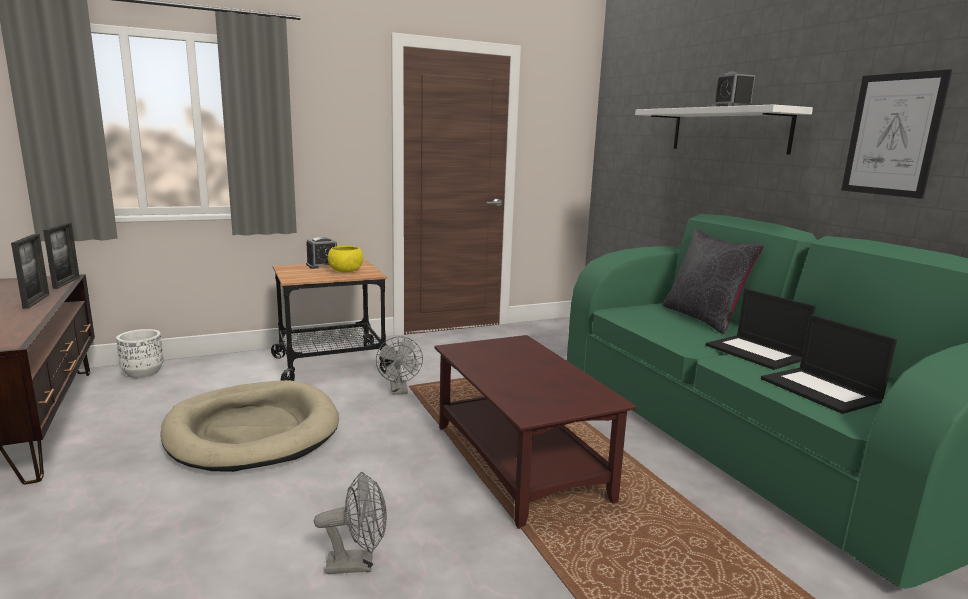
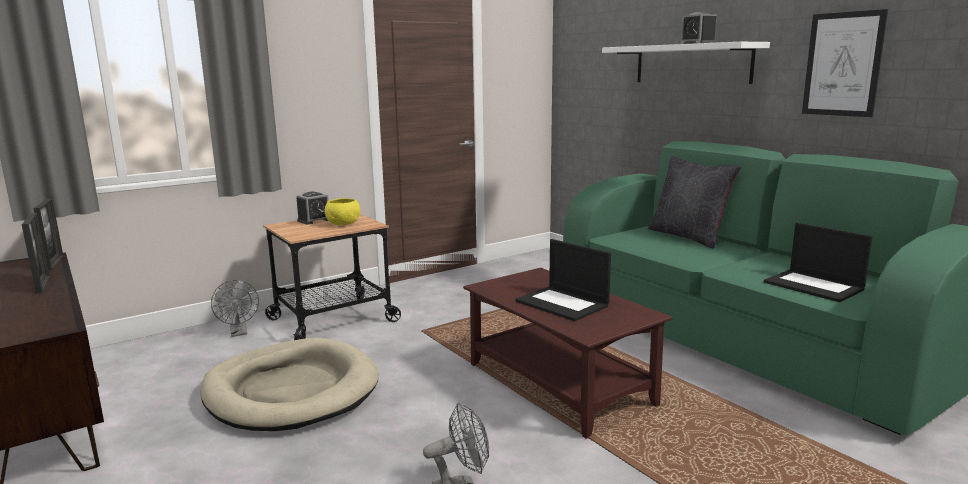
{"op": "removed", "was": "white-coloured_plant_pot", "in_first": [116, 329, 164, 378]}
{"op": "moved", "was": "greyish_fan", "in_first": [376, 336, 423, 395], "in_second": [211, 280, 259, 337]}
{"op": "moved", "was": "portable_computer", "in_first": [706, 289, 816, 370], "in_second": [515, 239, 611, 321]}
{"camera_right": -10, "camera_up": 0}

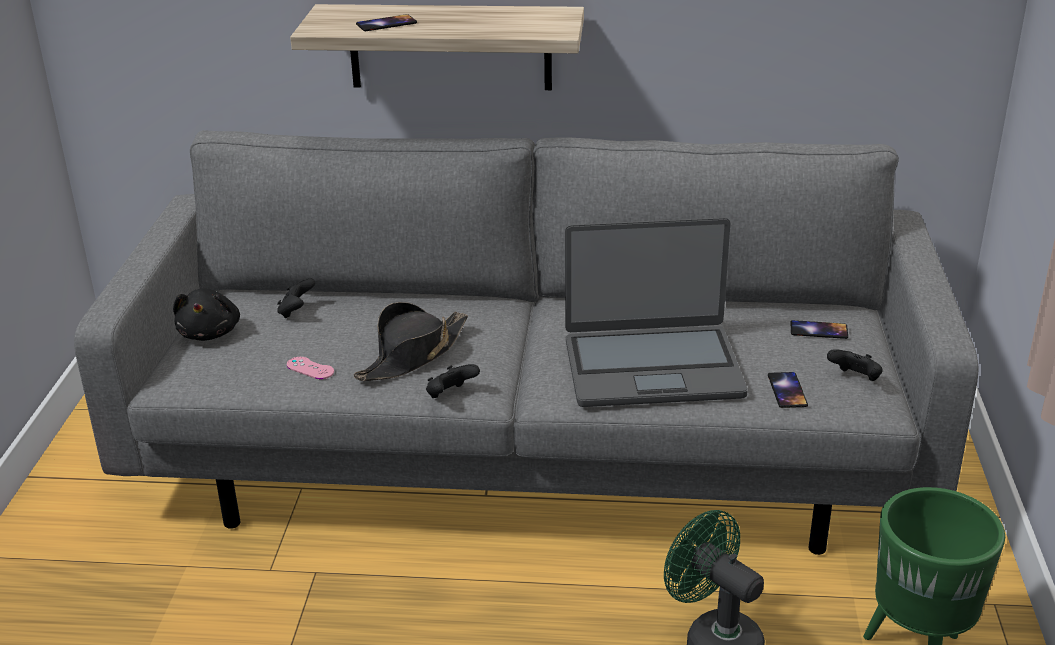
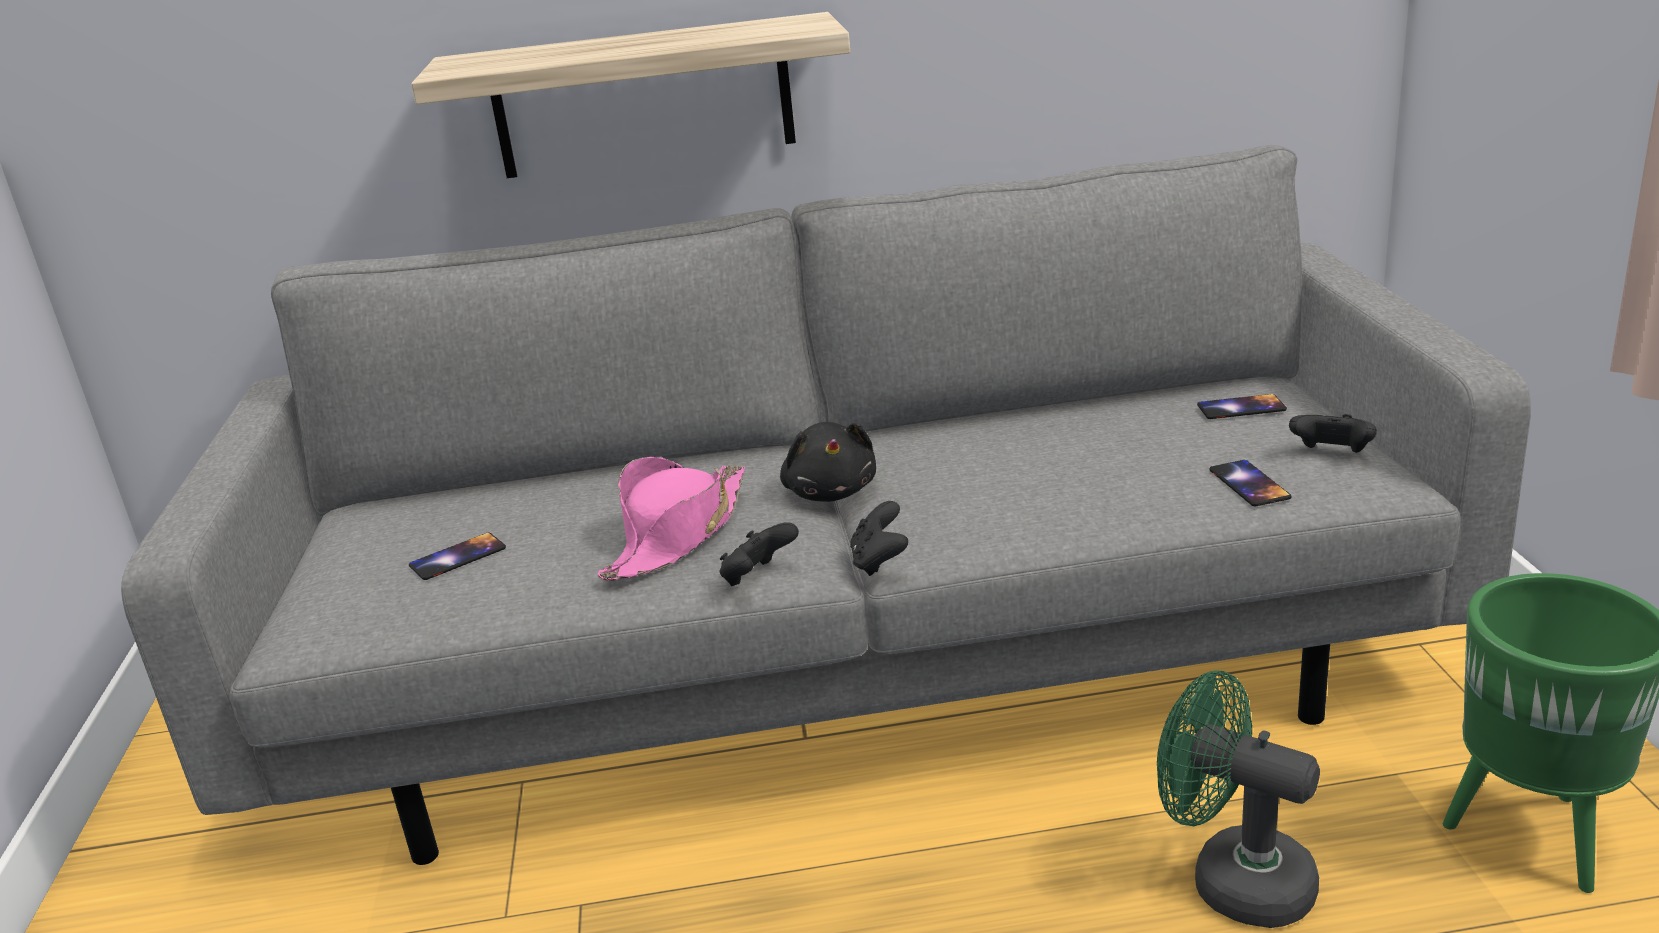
{"op": "removed", "was": "pink-coloured_game_controller", "in_first": [287, 357, 334, 379]}
{"op": "removed", "was": "portable_computer", "in_first": [565, 218, 748, 407]}
{"op": "moved", "was": "black-coloured_plush_toy", "in_first": [173, 288, 240, 341], "in_second": [780, 422, 876, 502]}
{"op": "moved", "was": "black-coloured_game_controller", "in_first": [277, 278, 315, 318], "in_second": [850, 501, 908, 576]}
{"op": "moved", "was": "handset", "in_first": [356, 14, 417, 31], "in_second": [409, 533, 506, 580]}
{"op": "recoloured", "was": "black-coloured_clothing_hat", "now": "pink-coloured_clothing_hat", "in_first": [354, 302, 468, 381], "in_second": [597, 457, 745, 581]}
{"camera_right": -10, "camera_up": -5}

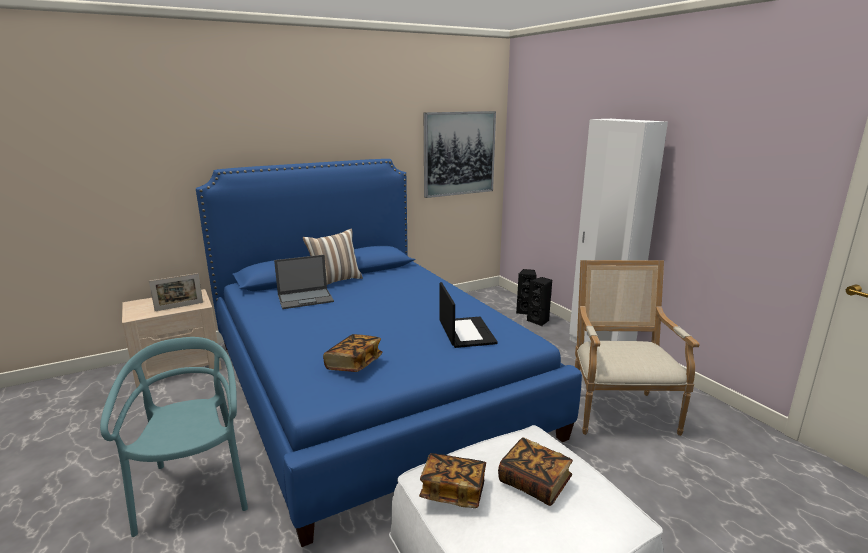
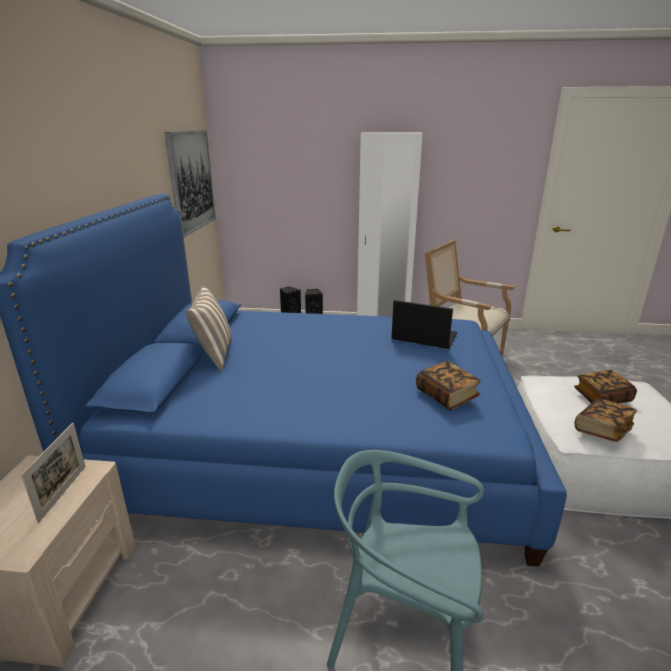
{"op": "removed", "was": "portable_computer", "in_first": [274, 255, 334, 309]}
{"camera_right": -55, "camera_up": 5}

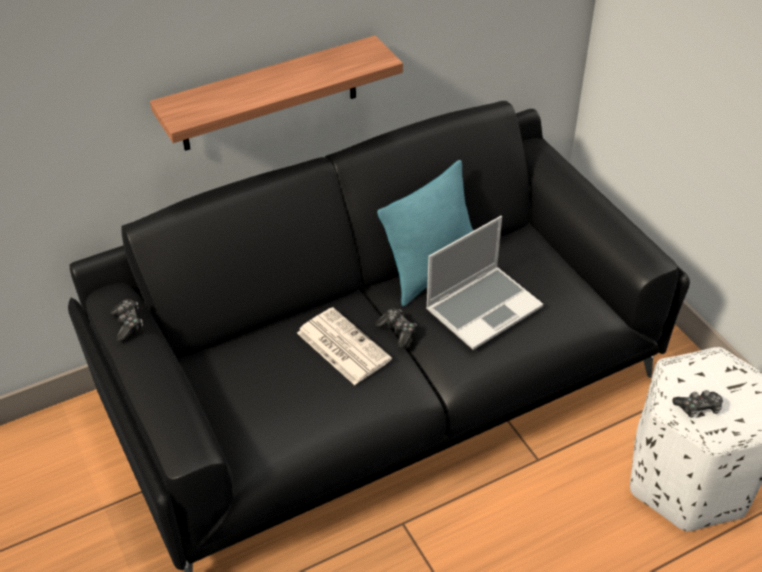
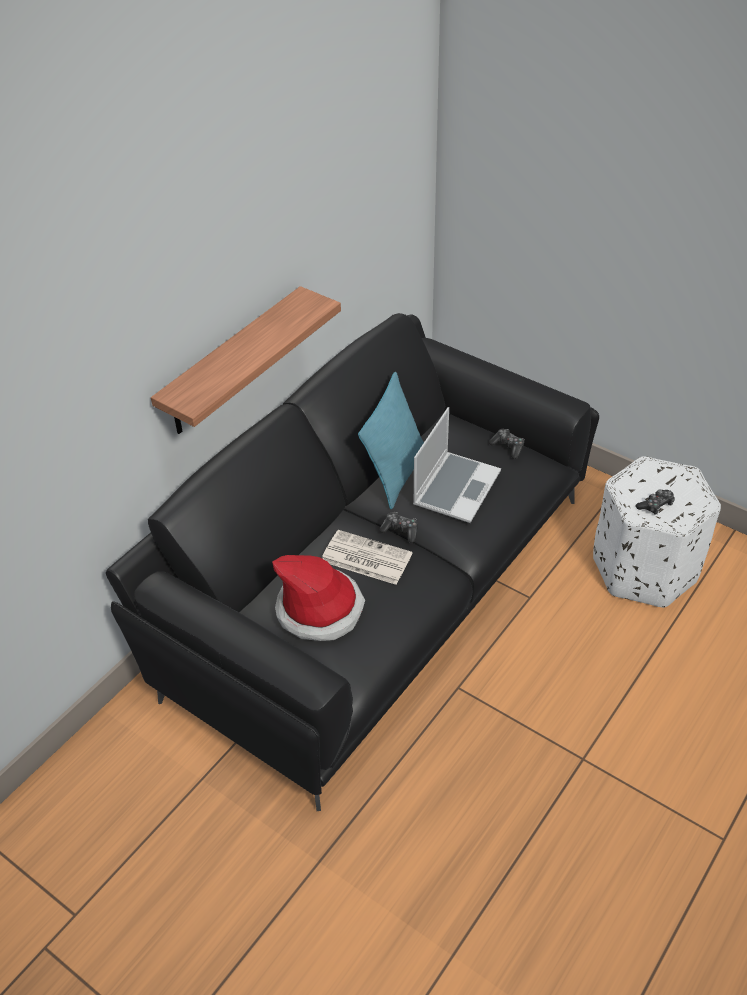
{"op": "added", "now": "clothing_hat", "in_second": [272, 555, 365, 641]}
{"op": "moved", "was": "game_controller", "in_first": [110, 299, 143, 342], "in_second": [489, 429, 525, 459]}
{"camera_right": -25, "camera_up": 0}

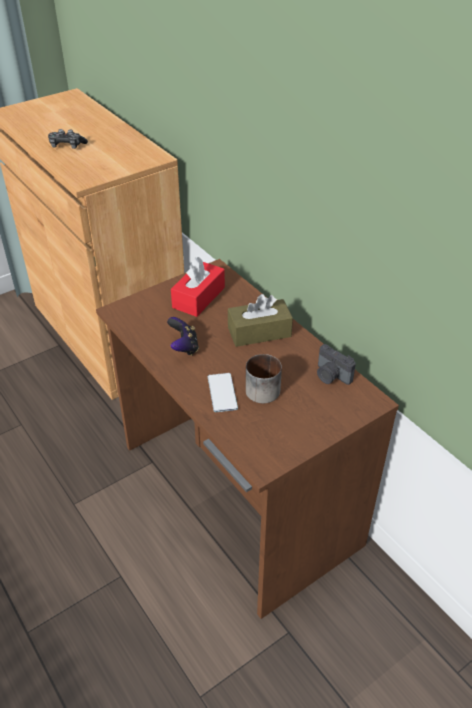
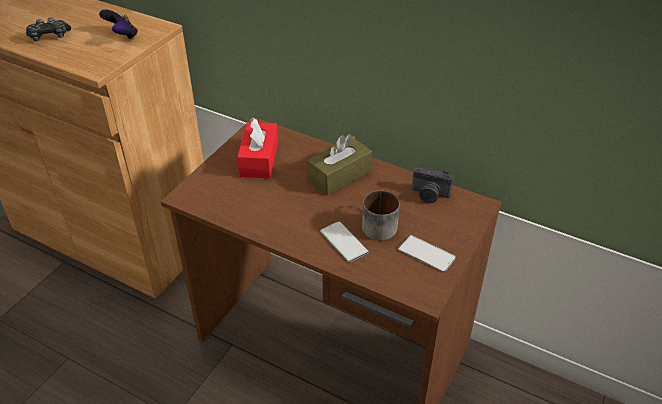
{"op": "added", "now": "handset", "in_second": [398, 235, 456, 272]}
{"op": "moved", "was": "game_controller", "in_first": [167, 317, 199, 356], "in_second": [99, 9, 138, 40]}
{"camera_right": -25, "camera_up": 0}

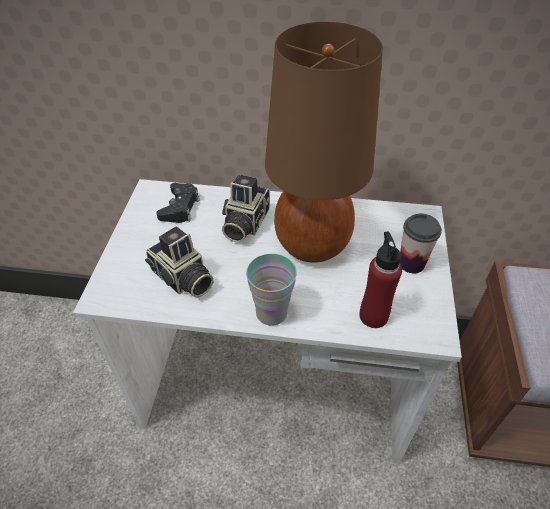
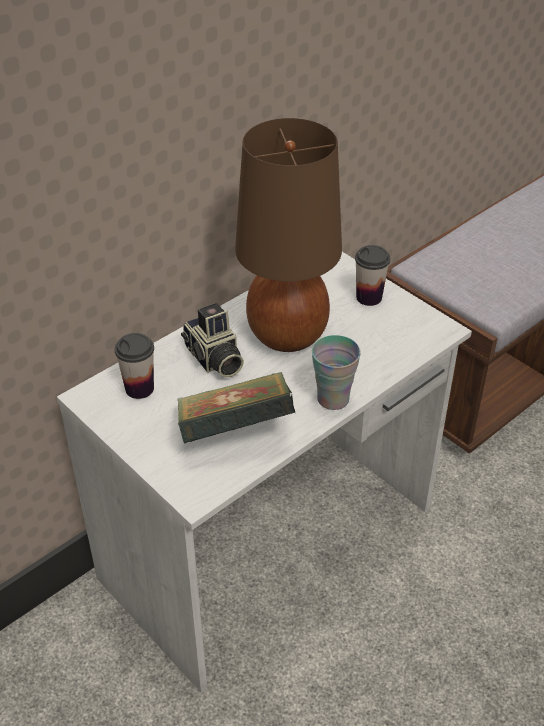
{"op": "removed", "was": "reddish_drink_bottle", "in_first": [359, 231, 402, 328]}
{"op": "replaced", "was": "photo_camera", "now": "book", "in_first": [145, 227, 214, 298], "in_second": [178, 372, 295, 444]}
{"op": "replaced", "was": "black-coloured_game_controller", "now": "drinking_cup", "in_first": [156, 183, 200, 223], "in_second": [115, 333, 154, 399]}
{"camera_right": -50, "camera_up": -5}

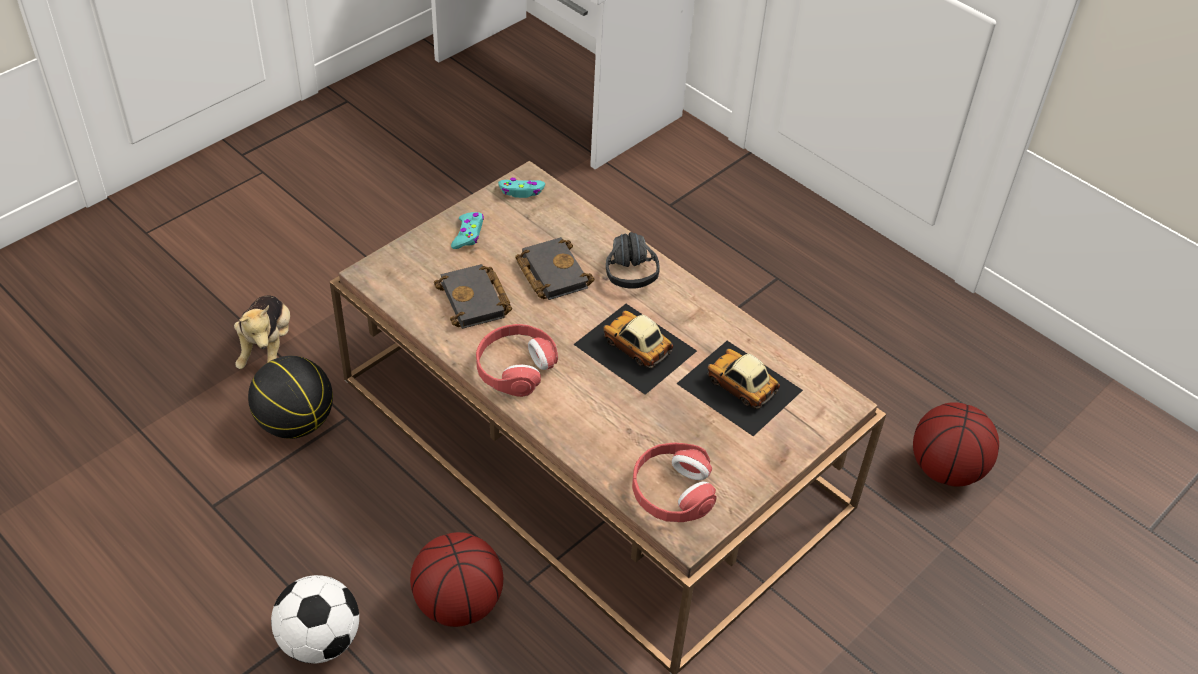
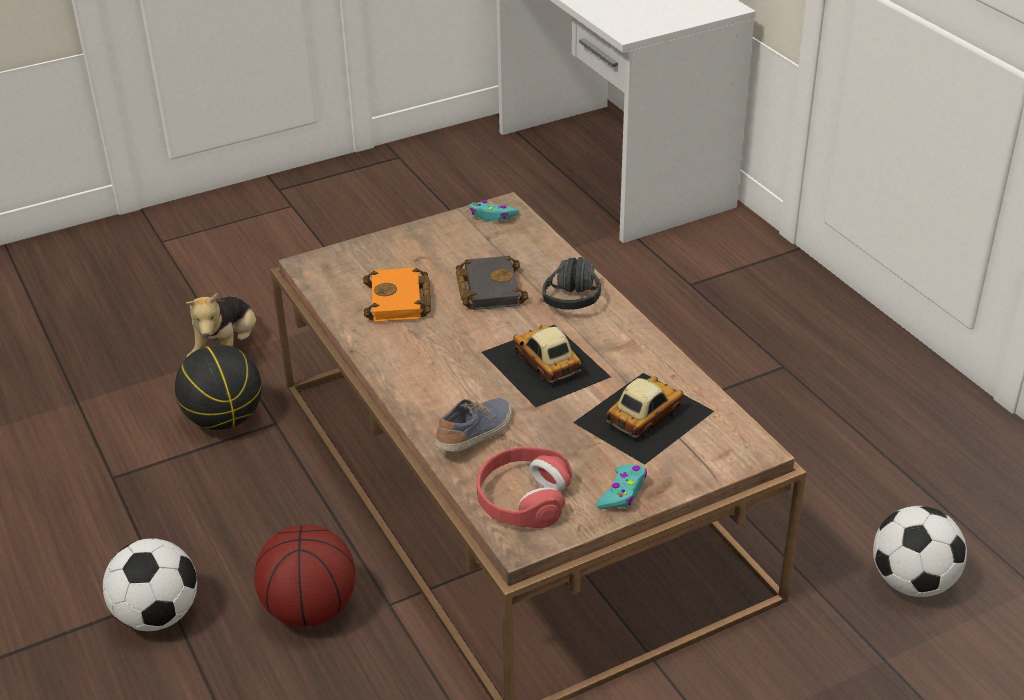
{"op": "removed", "was": "reddish_headphones", "in_first": [476, 324, 558, 397]}
{"op": "added", "now": "item_of_footwear", "in_second": [435, 398, 512, 452]}
{"op": "moved", "was": "blue-green_game_controller", "in_first": [451, 212, 484, 249], "in_second": [596, 464, 647, 509]}
{"op": "replaced", "was": "ball_for_basketball", "now": "ball_for_football", "in_first": [913, 402, 999, 486], "in_second": [873, 506, 967, 597]}
{"op": "recoloured", "was": "black-coloured_book", "now": "orange-coloured_book", "in_first": [434, 264, 512, 329], "in_second": [363, 268, 431, 322]}
{"op": "turned", "was": "model_car", "in_first": [676, 341, 803, 436], "in_second": [573, 373, 714, 465], "clockwise": 75}
{"camera_right": 20, "camera_up": -10}

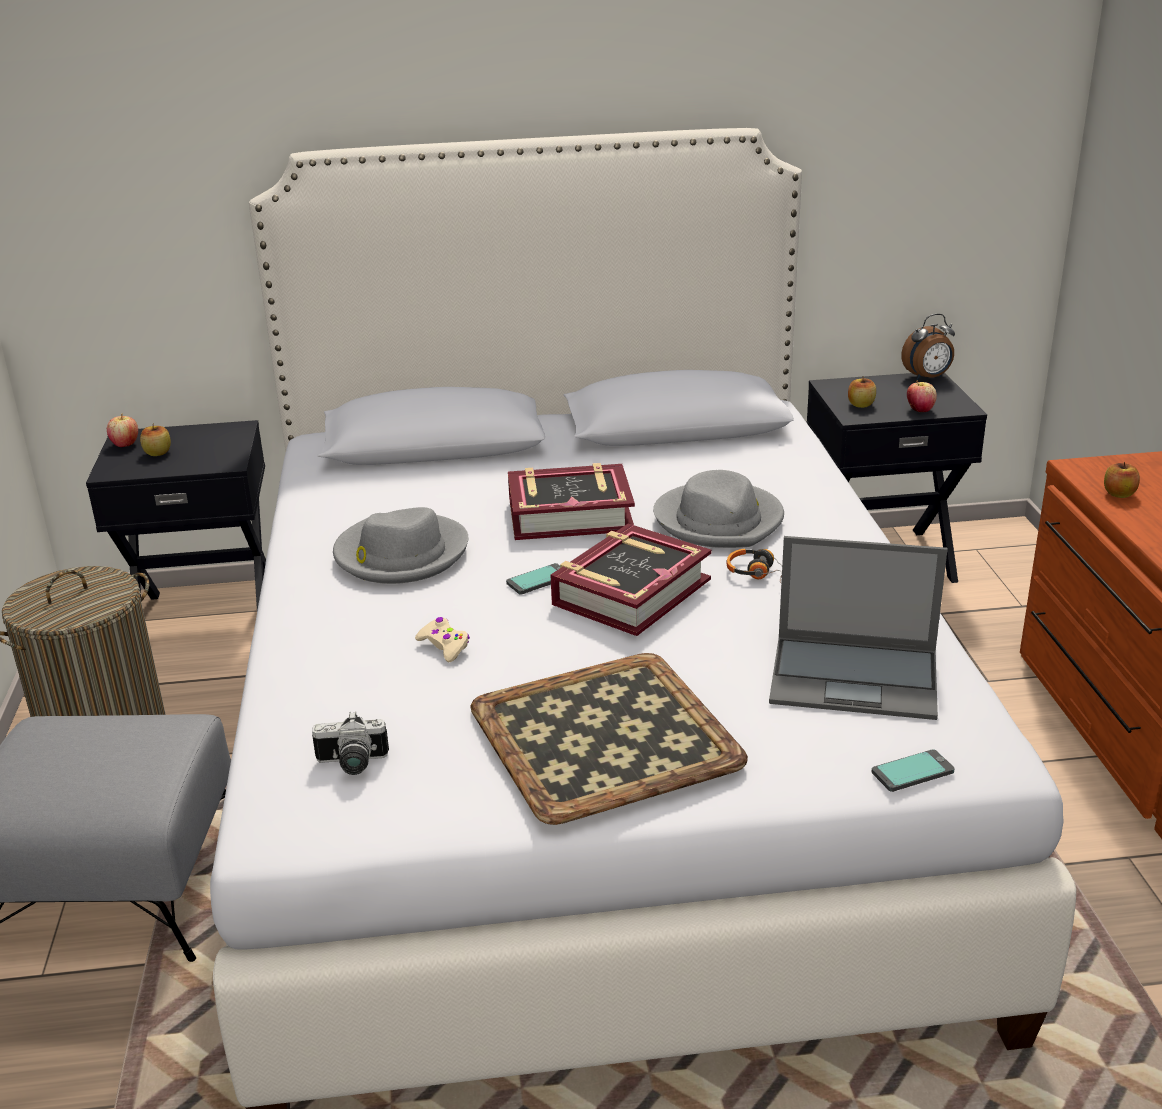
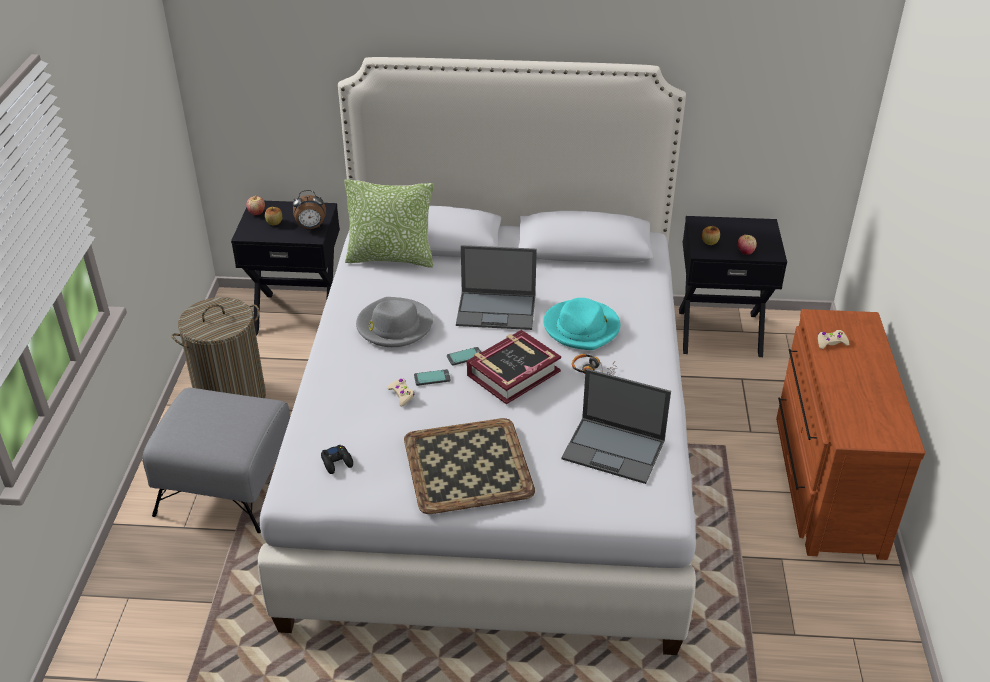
{"op": "added", "now": "cushion", "in_second": [344, 179, 434, 268]}
{"op": "moved", "was": "handset", "in_first": [872, 749, 955, 792], "in_second": [414, 369, 451, 386]}
{"op": "moved", "was": "alarm_clock", "in_first": [901, 314, 955, 380], "in_second": [293, 190, 326, 229]}
{"op": "replaced", "was": "photo_camera", "now": "black-coloured_game_controller", "in_first": [312, 711, 389, 775], "in_second": [321, 445, 353, 474]}
{"op": "replaced", "was": "book", "now": "portable_computer", "in_first": [508, 463, 635, 540], "in_second": [456, 245, 537, 330]}
{"op": "replaced", "was": "apple_fruit", "now": "sand-coloured_game_controller", "in_first": [1104, 462, 1140, 498], "in_second": [818, 330, 849, 349]}
{"op": "recoloured", "was": "greyish_clothing_hat", "now": "blue-green_clothing_hat", "in_first": [653, 470, 784, 548], "in_second": [543, 298, 620, 350]}
{"camera_right": 10, "camera_up": 10}

